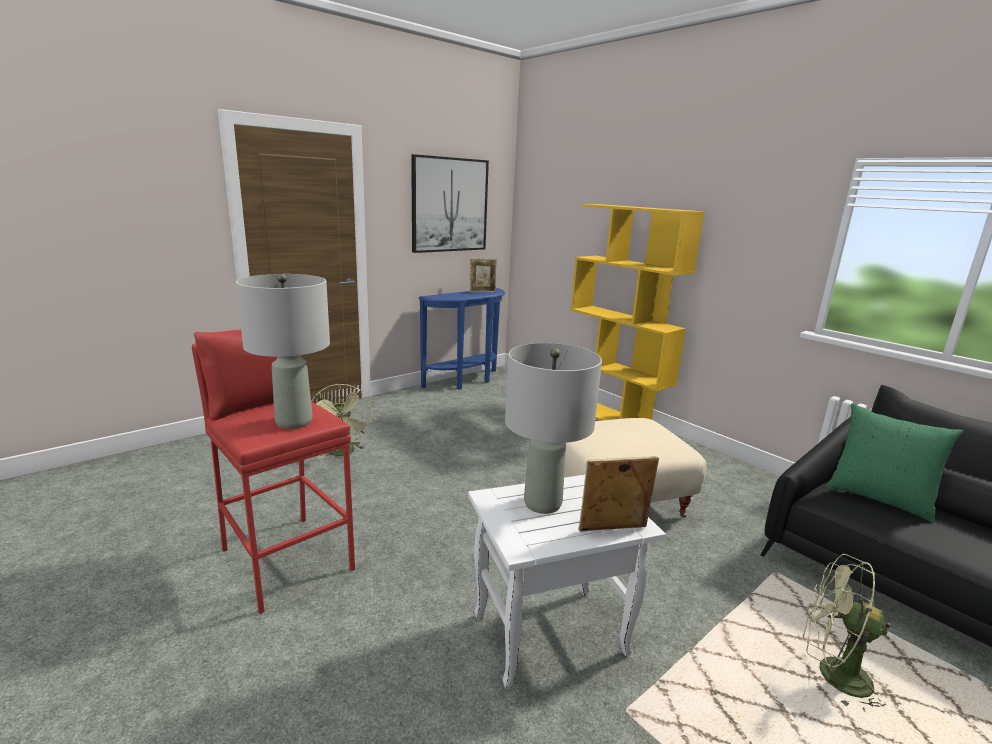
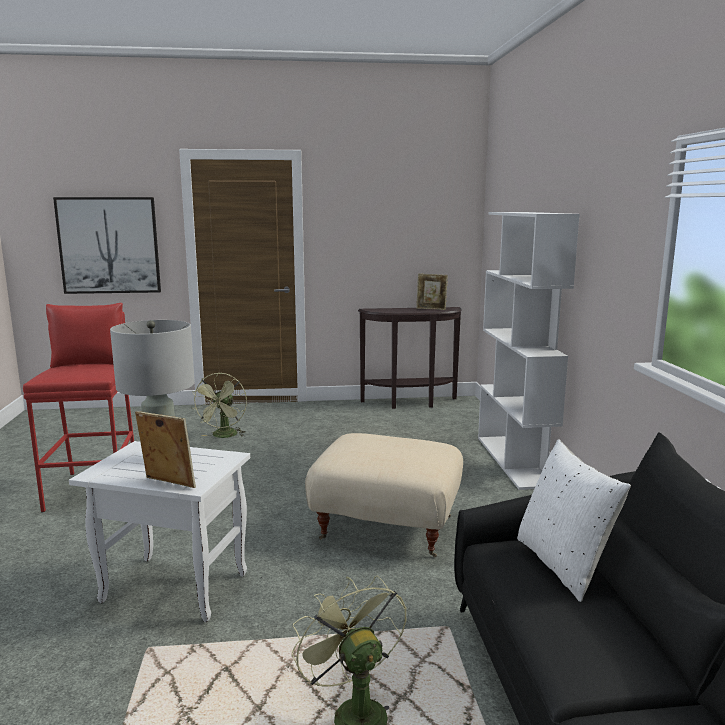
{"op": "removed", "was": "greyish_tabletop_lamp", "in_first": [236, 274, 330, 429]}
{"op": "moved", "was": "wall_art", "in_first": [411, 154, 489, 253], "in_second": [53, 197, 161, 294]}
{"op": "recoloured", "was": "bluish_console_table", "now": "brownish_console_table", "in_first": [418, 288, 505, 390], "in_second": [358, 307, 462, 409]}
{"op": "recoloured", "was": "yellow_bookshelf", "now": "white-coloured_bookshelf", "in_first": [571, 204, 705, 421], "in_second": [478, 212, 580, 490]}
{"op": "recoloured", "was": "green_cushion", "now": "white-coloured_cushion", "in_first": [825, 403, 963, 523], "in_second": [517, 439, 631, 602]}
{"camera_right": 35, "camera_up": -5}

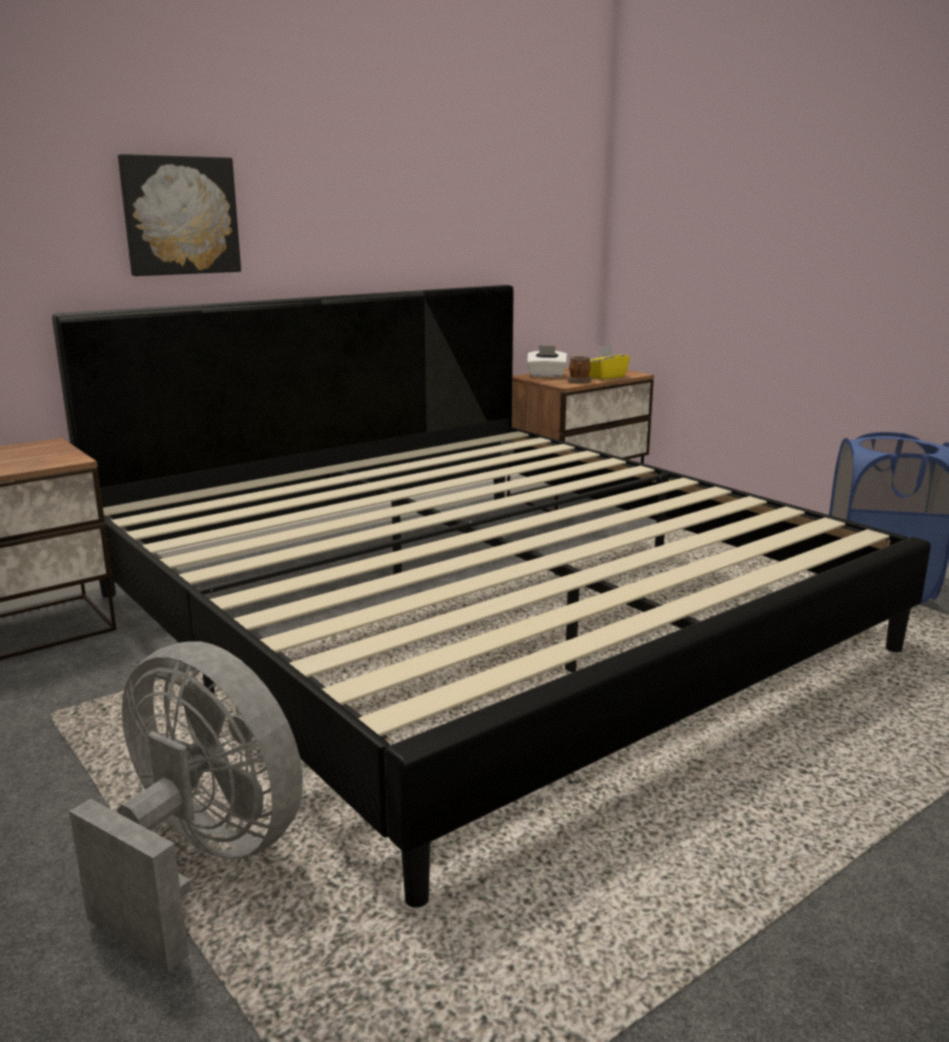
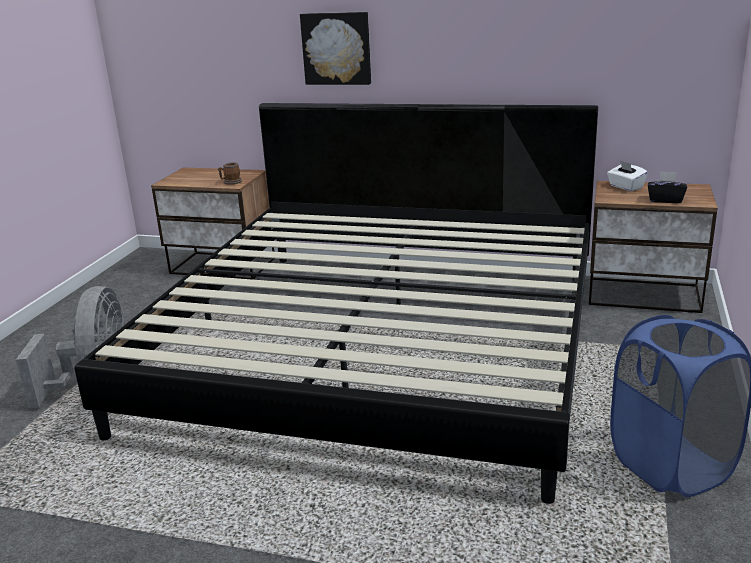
{"op": "moved", "was": "tea_mug", "in_first": [567, 356, 591, 384], "in_second": [218, 162, 242, 185]}
{"op": "recoloured", "was": "yellow_box_of_tissues", "now": "black-coloured_box_of_tissues", "in_first": [589, 345, 630, 380], "in_second": [648, 171, 687, 203]}
{"camera_right": 55, "camera_up": 5}

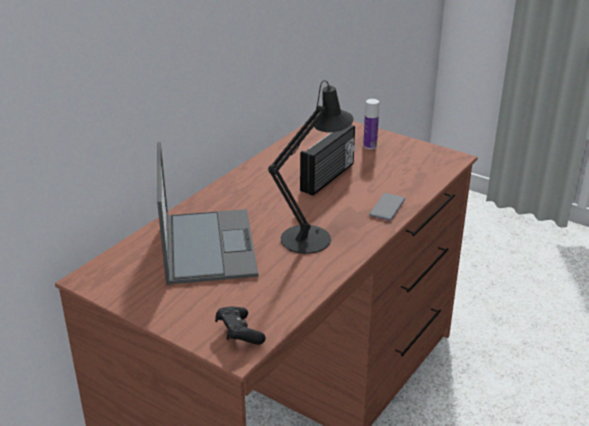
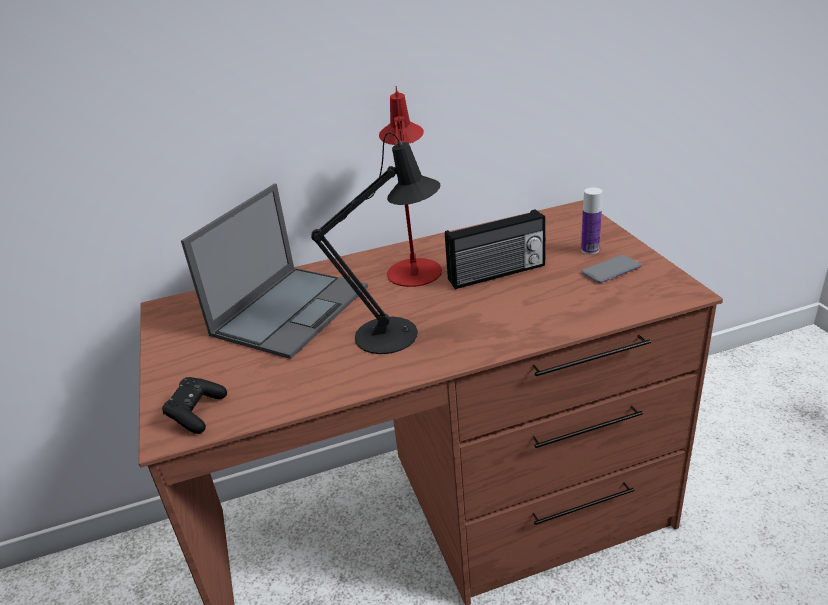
{"op": "added", "now": "reddish_tabletop_lamp", "in_second": [379, 86, 442, 287]}
{"op": "moved", "was": "handset", "in_first": [369, 193, 405, 221], "in_second": [582, 254, 642, 283]}
{"camera_right": 40, "camera_up": 0}

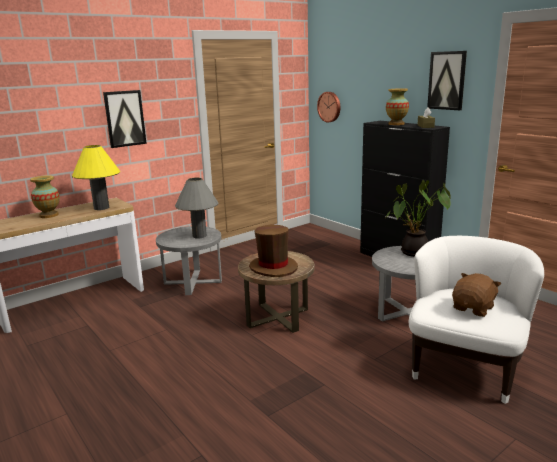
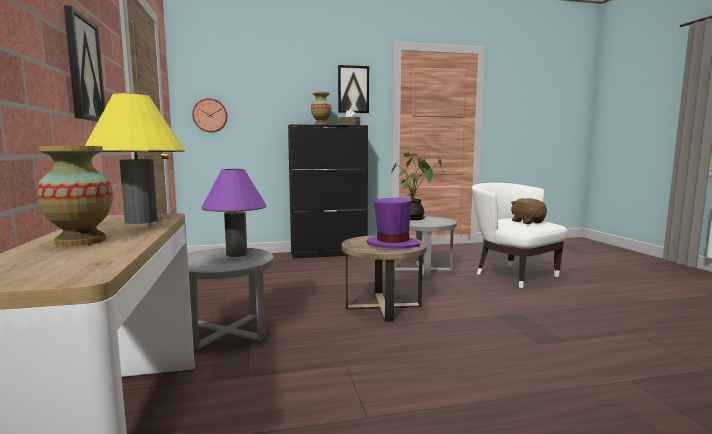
{"op": "recoloured", "was": "greyish_tabletop_lamp", "now": "purple_tabletop_lamp", "in_first": [175, 178, 218, 239], "in_second": [201, 169, 267, 257]}
{"op": "recoloured", "was": "brownish_clothing_hat", "now": "purple_clothing_hat", "in_first": [249, 225, 298, 277], "in_second": [367, 198, 420, 249]}
{"camera_right": -65, "camera_up": -10}

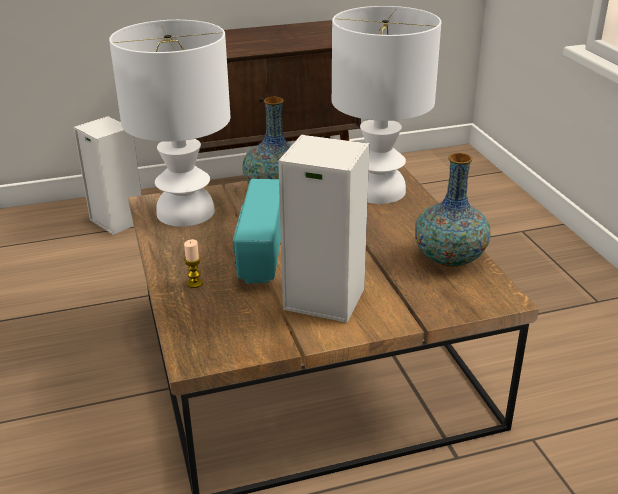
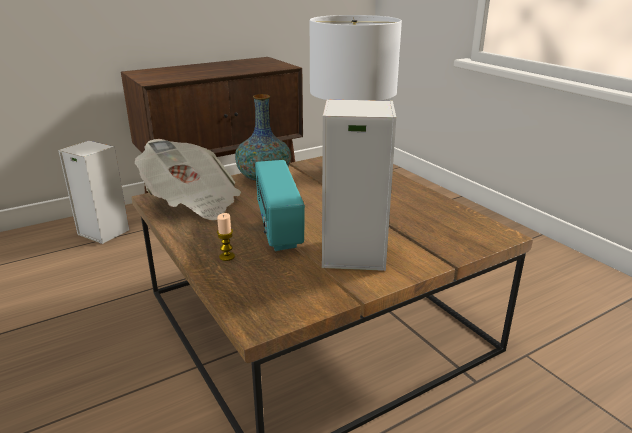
{"op": "removed", "was": "vase", "in_first": [415, 153, 490, 267]}
{"op": "replaced", "was": "white-coloured_tabletop_lamp", "now": "daily_paper", "in_first": [109, 20, 231, 227], "in_second": [135, 139, 241, 220]}
{"camera_right": -15, "camera_up": -5}

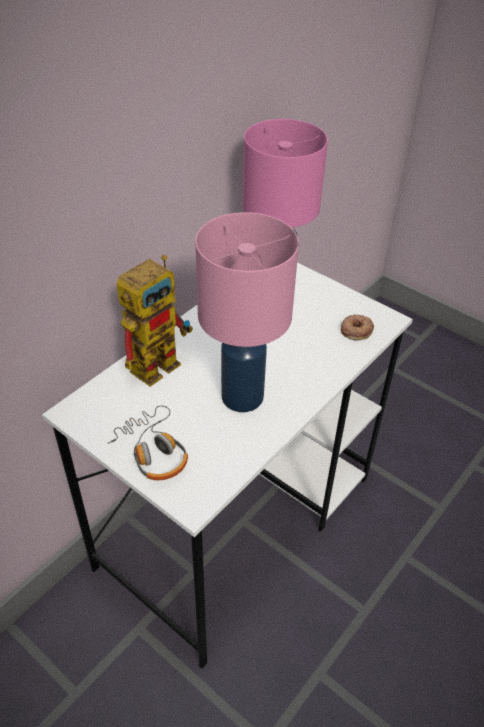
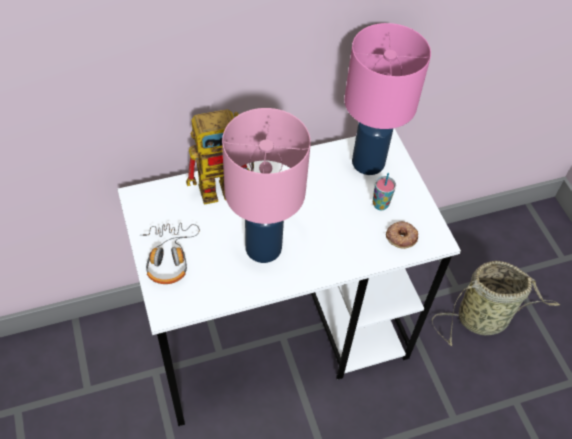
{"op": "added", "now": "drinking_cup", "in_second": [373, 173, 396, 210]}
{"op": "added", "now": "basket", "in_second": [431, 261, 560, 347]}
{"camera_right": 30, "camera_up": 10}

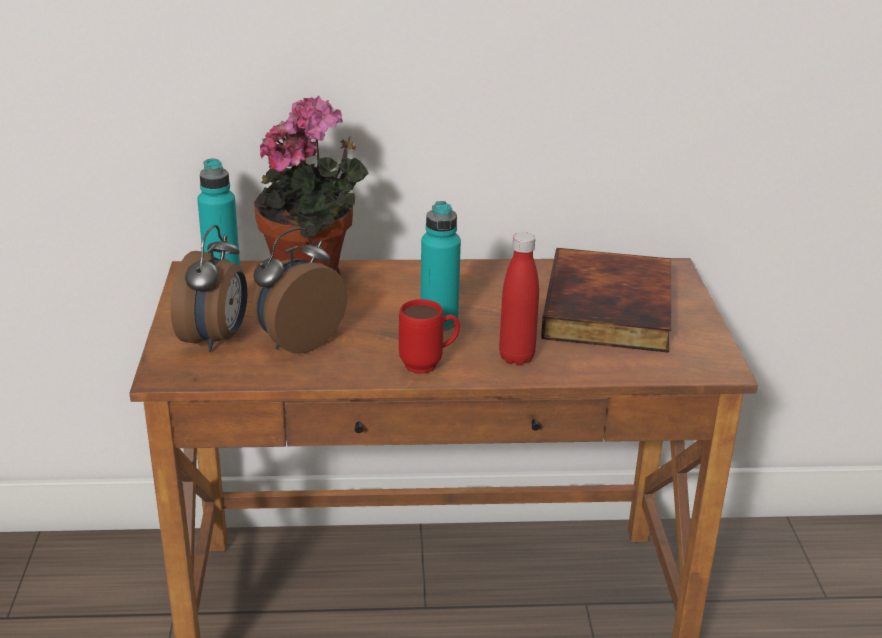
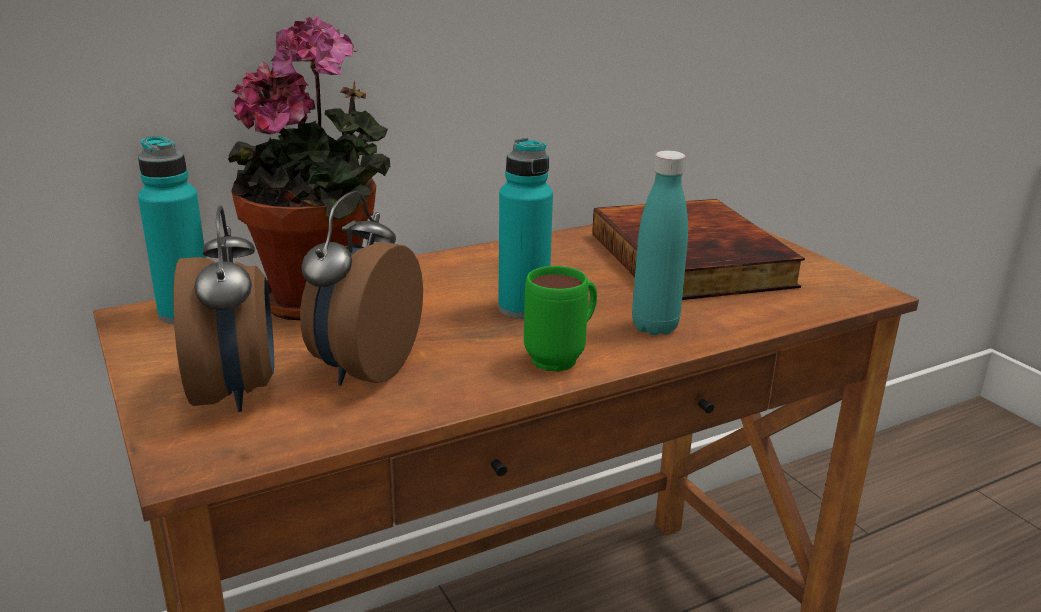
{"op": "recoloured", "was": "reddish_tea_mug", "now": "green_tea_mug", "in_first": [399, 299, 460, 374], "in_second": [524, 266, 597, 372]}
{"op": "recoloured", "was": "reddish_drink_bottle", "now": "blue-green_drink_bottle", "in_first": [499, 232, 539, 365], "in_second": [632, 151, 688, 335]}
{"camera_right": -25, "camera_up": -5}

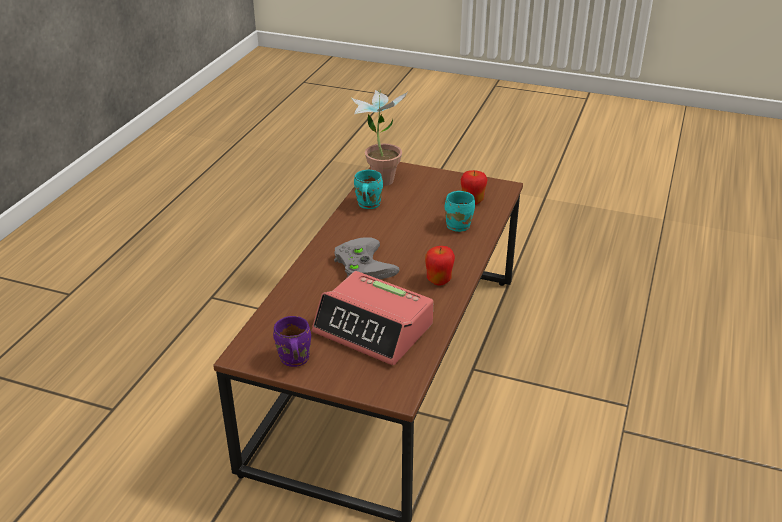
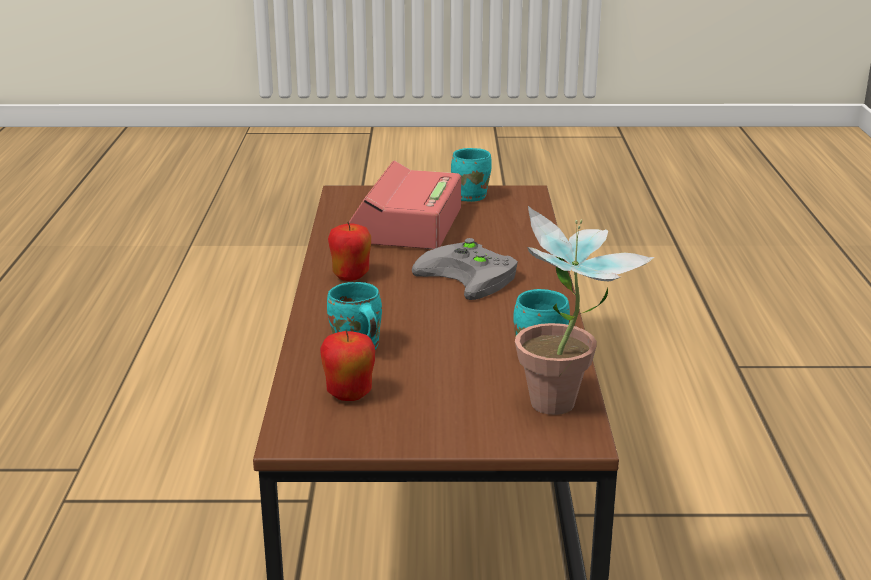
{"op": "recoloured", "was": "purple_tea_mug", "now": "blue-green_tea_mug", "in_first": [273, 316, 311, 367], "in_second": [451, 148, 492, 202]}
{"op": "turned", "was": "alarm_clock", "in_first": [312, 271, 433, 366], "in_second": [349, 160, 461, 249], "clockwise": -90}
{"camera_right": 160, "camera_up": -10}

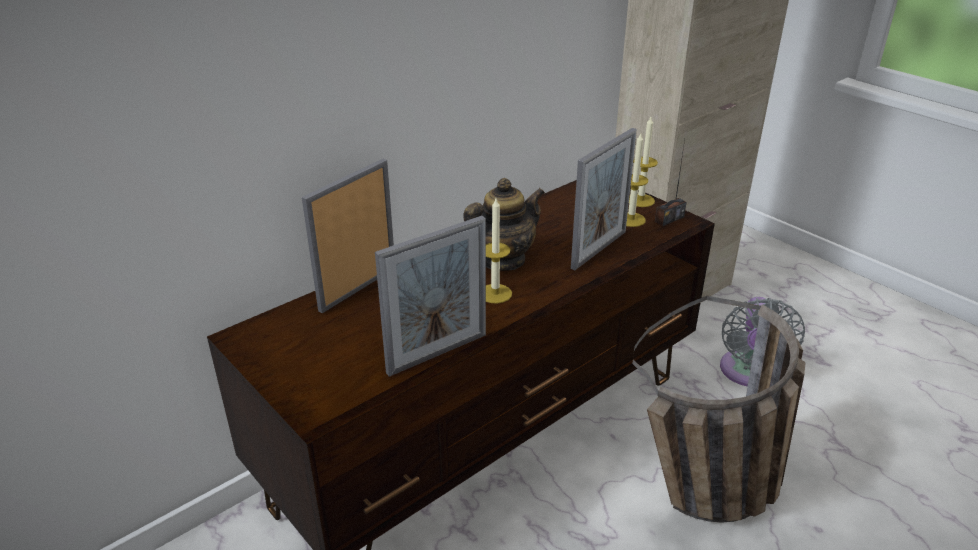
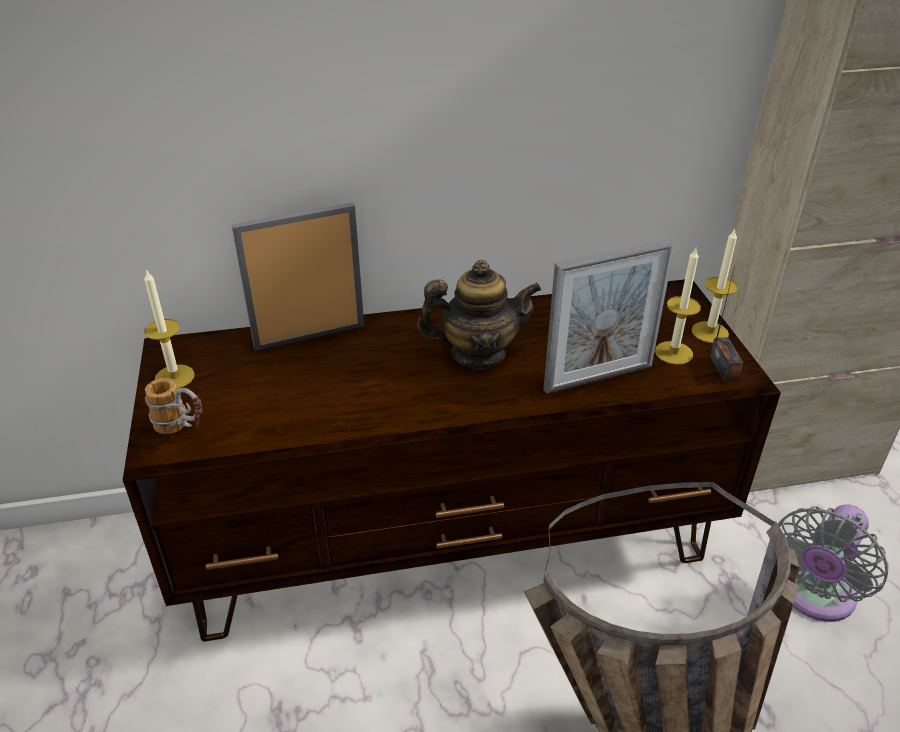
{"op": "removed", "was": "standing_frame", "in_first": [375, 216, 486, 377]}
{"op": "added", "now": "tea_mug", "in_second": [145, 378, 202, 434]}
{"op": "moved", "was": "candle", "in_first": [486, 199, 512, 304], "in_second": [144, 269, 195, 388]}
{"op": "turned", "was": "radio_set", "in_first": [655, 140, 687, 226], "in_second": [710, 266, 743, 382], "clockwise": -90}
{"camera_right": 30, "camera_up": 5}

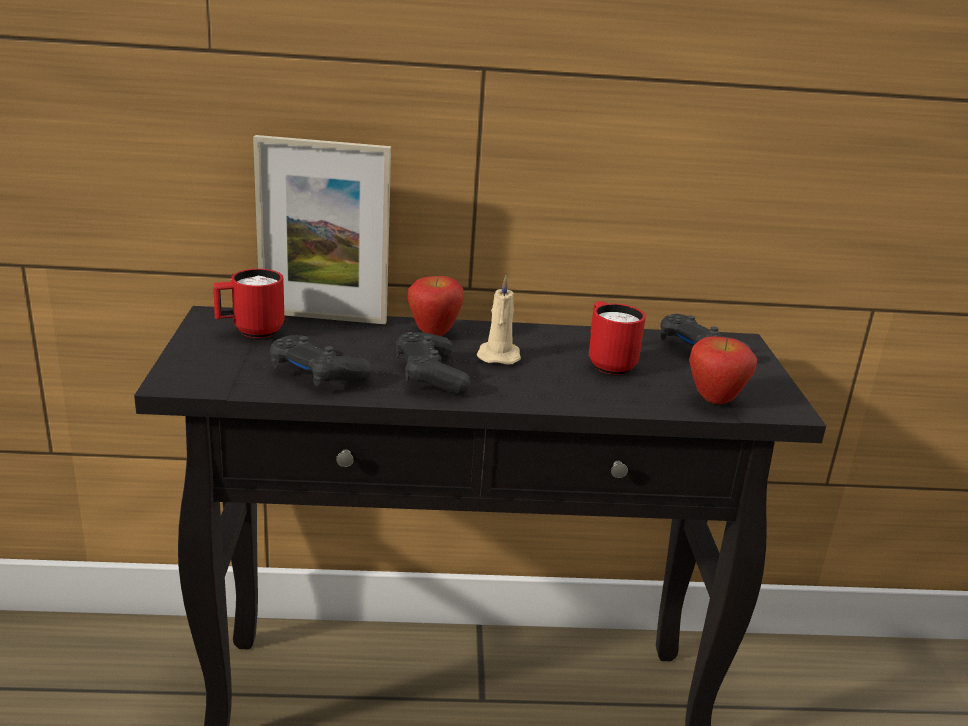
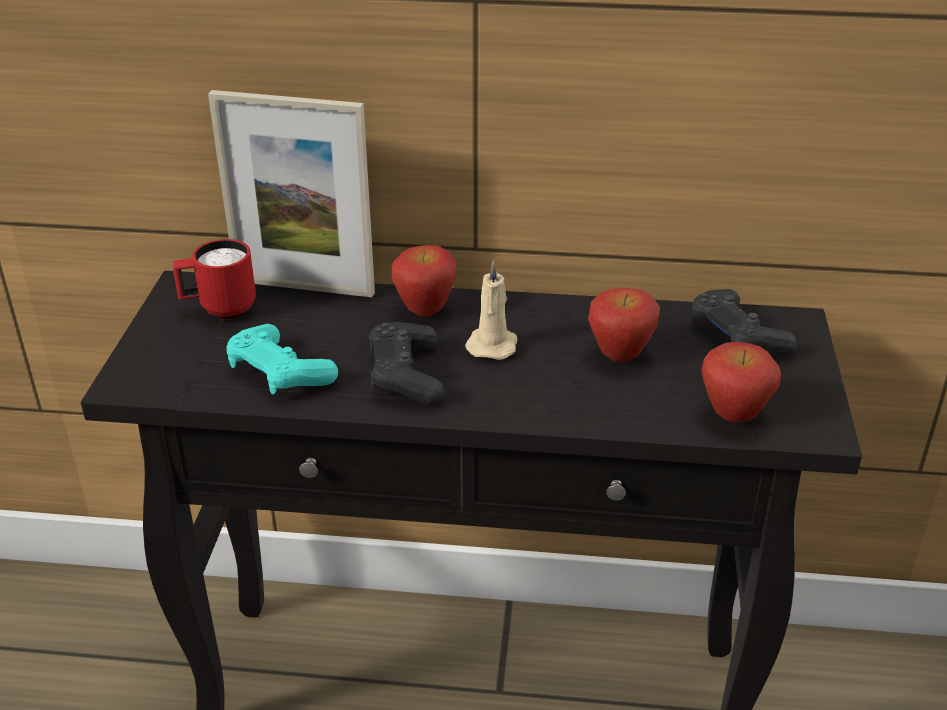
{"op": "replaced", "was": "reddish_tea_mug", "now": "apple_fruit", "in_first": [589, 301, 646, 375], "in_second": [588, 287, 660, 362]}
{"op": "recoloured", "was": "black-coloured_game_controller", "now": "blue-green_game_controller", "in_first": [270, 335, 373, 386], "in_second": [226, 324, 338, 394]}
{"camera_right": 10, "camera_up": 10}

